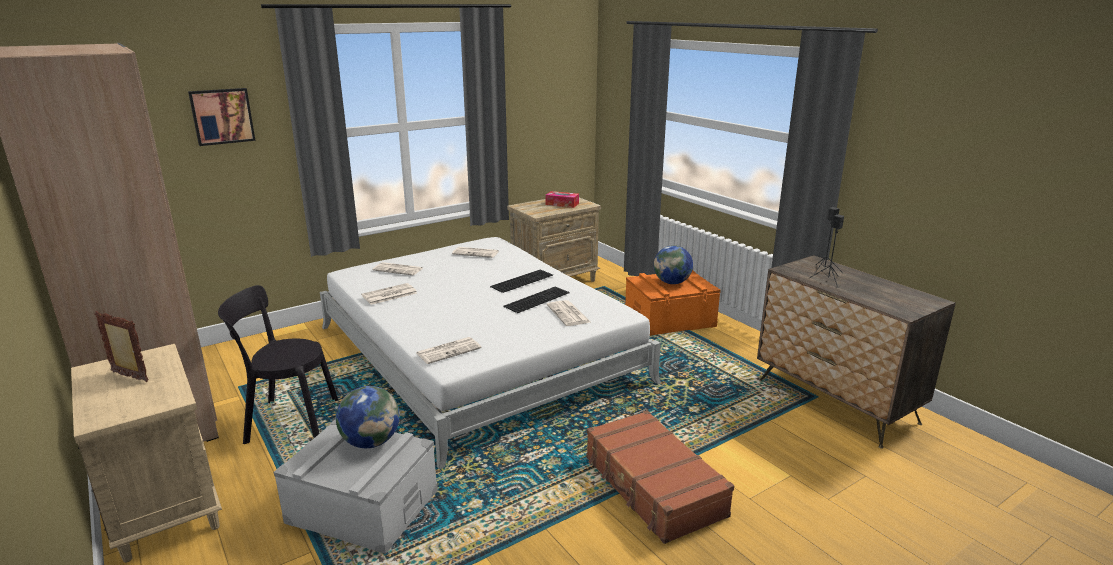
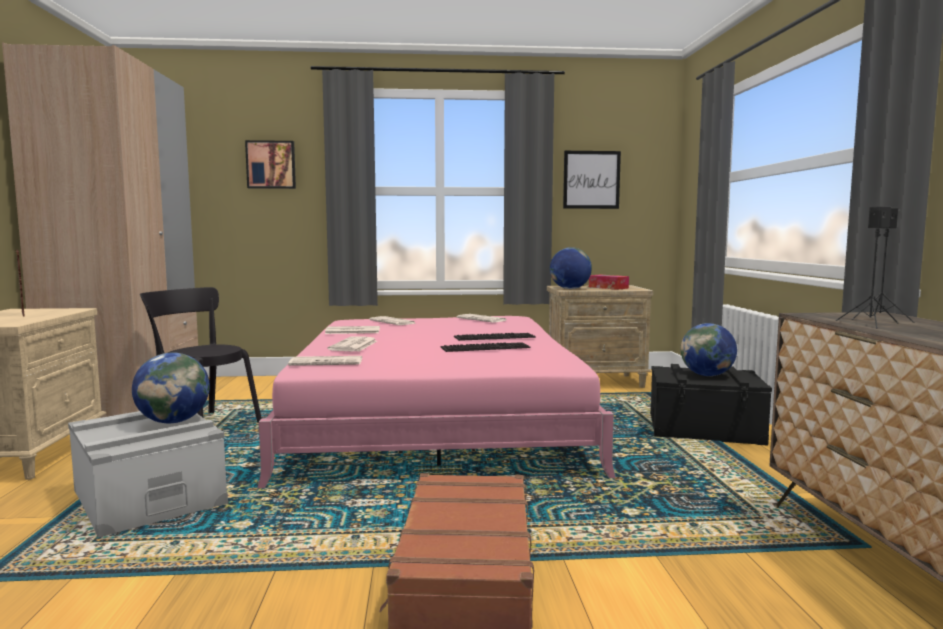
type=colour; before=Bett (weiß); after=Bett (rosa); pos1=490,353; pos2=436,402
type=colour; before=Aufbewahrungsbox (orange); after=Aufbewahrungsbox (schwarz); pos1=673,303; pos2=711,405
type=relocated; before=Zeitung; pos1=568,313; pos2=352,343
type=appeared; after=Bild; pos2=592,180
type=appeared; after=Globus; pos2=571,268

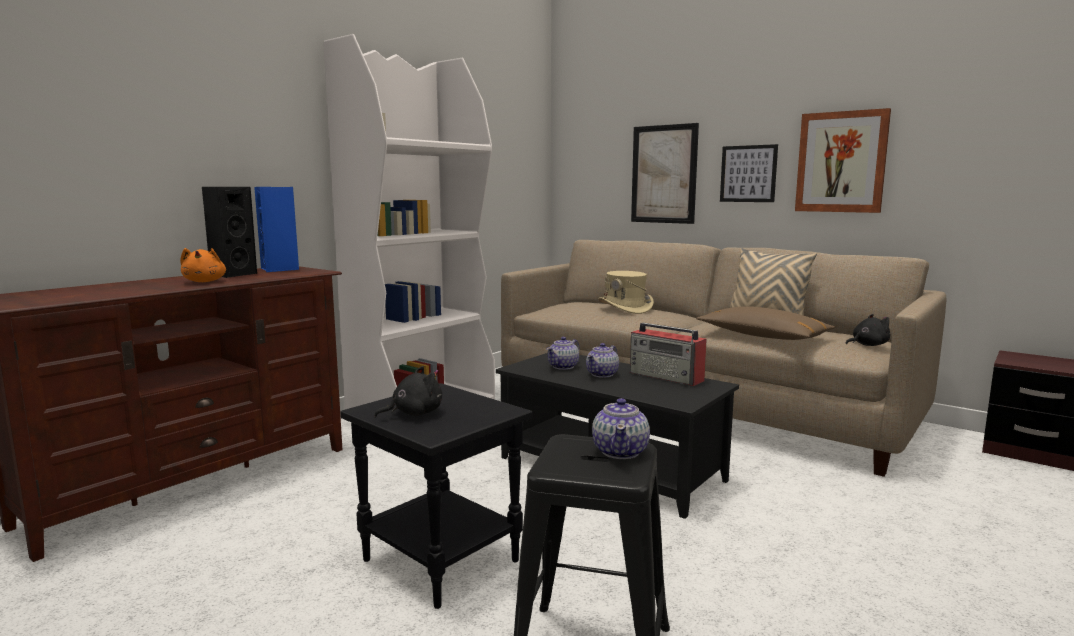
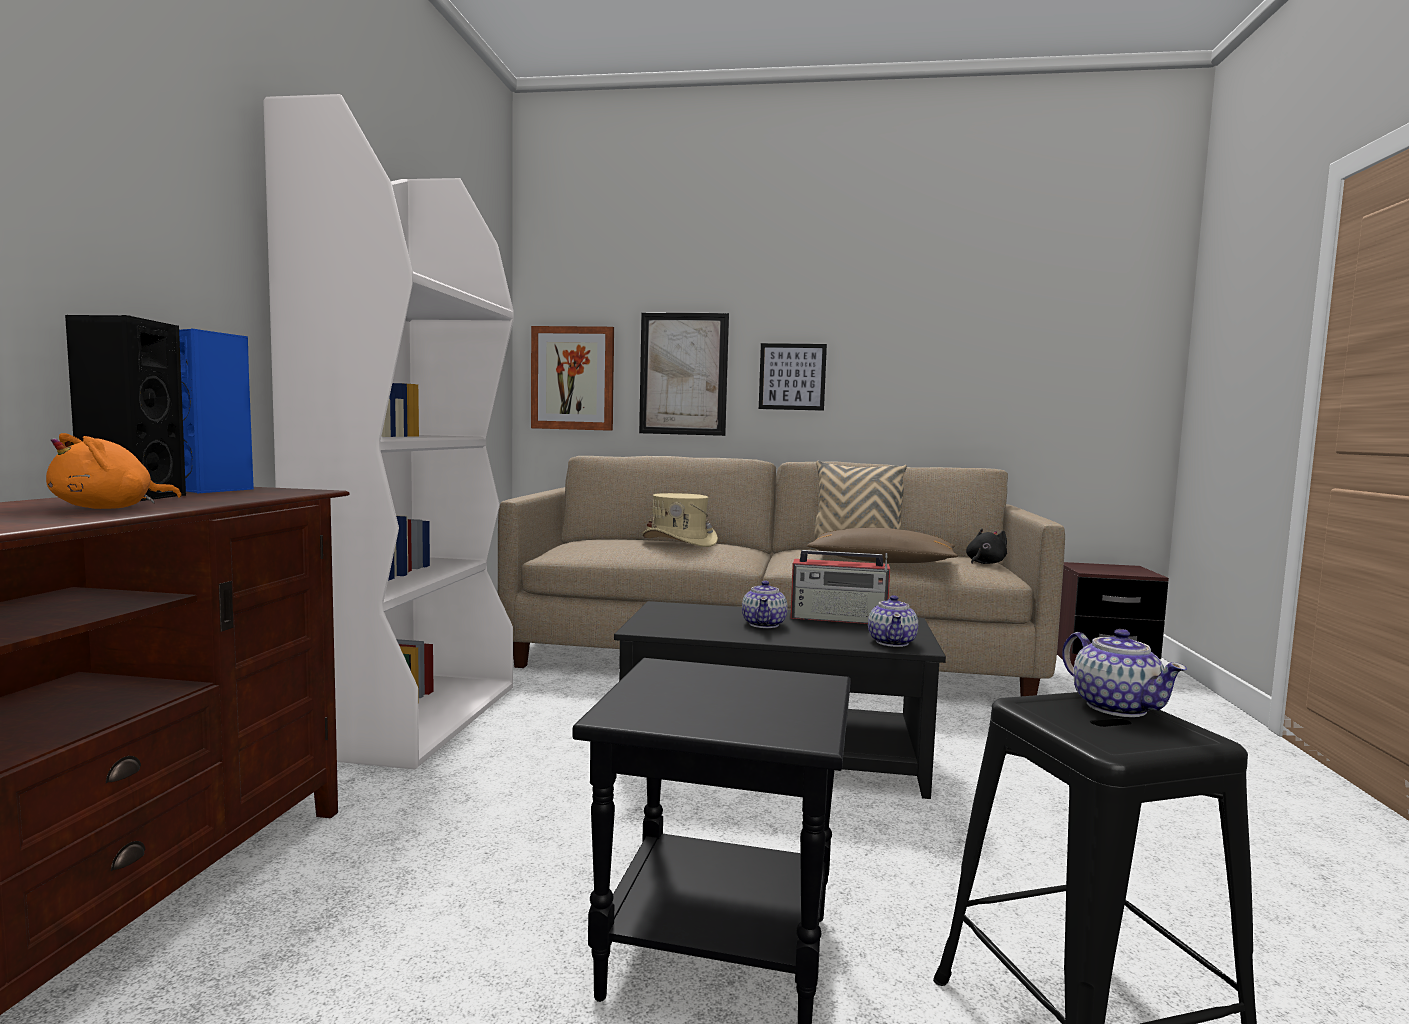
type=relocated; before=Bild; pos1=843,160; pos2=572,378
type=spun; before=Plüschtier (orange); pos1=203,265; pos2=113,471; turn=75
type=relocated; before=Teekanne; pos1=563,353; pos2=893,621
type=missing; before=Plüschtier (schwarz); pos1=408,392

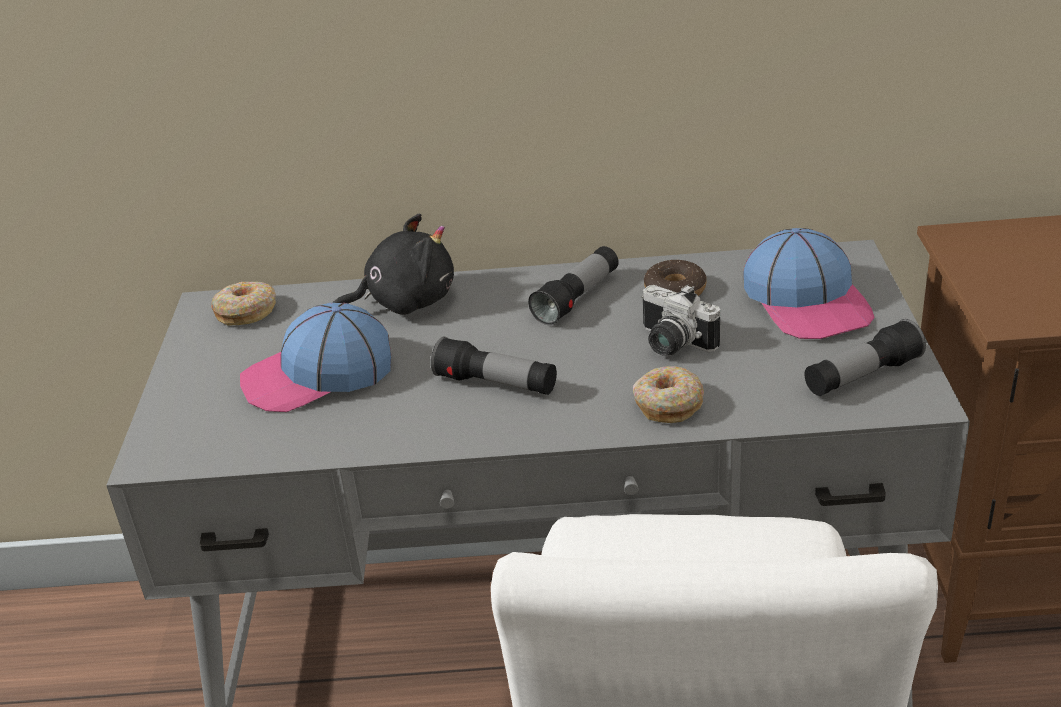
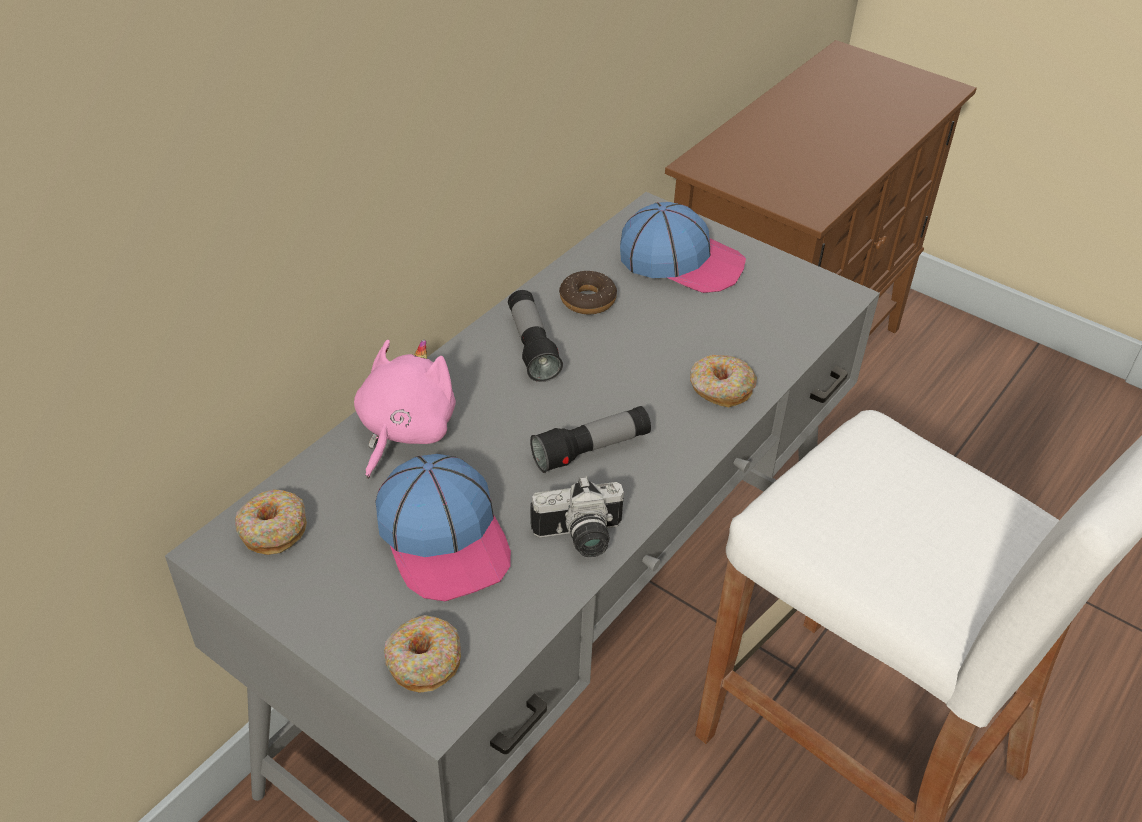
type=colour; before=Plüschtier (schwarz); after=Plüschtier (rosa); pos1=393,264; pos2=405,409
type=relocated; before=Kamera; pos1=680,320; pos2=577,516
type=spun; before=Kappe; pos1=315,357; pos2=443,528; turn=-45
type=missing; before=Taschenlampe; pos1=865,357
type=appeared; after=Donut; pos2=422,654

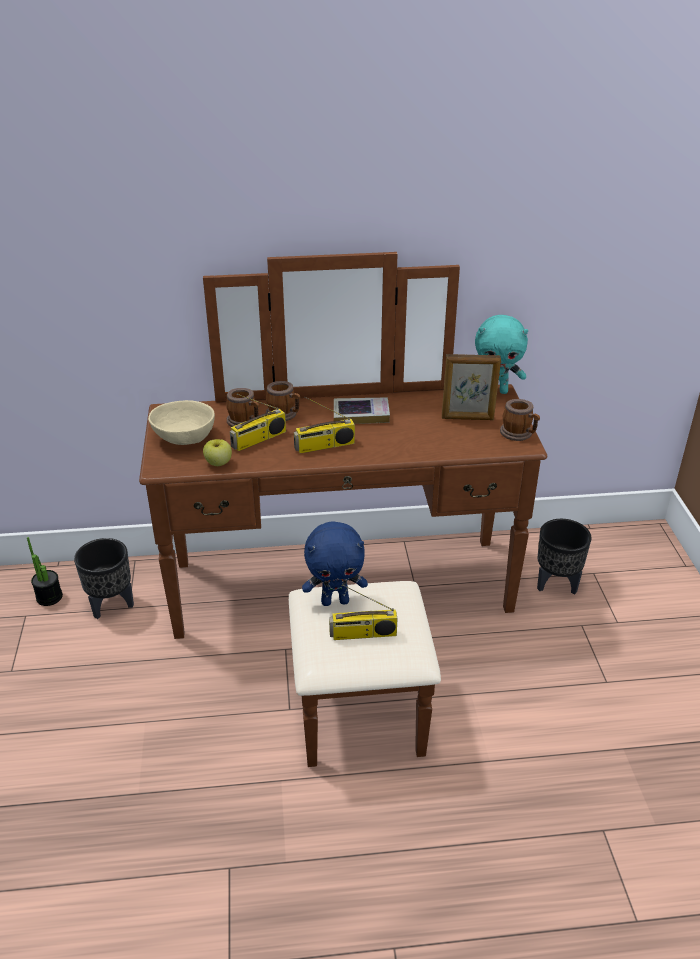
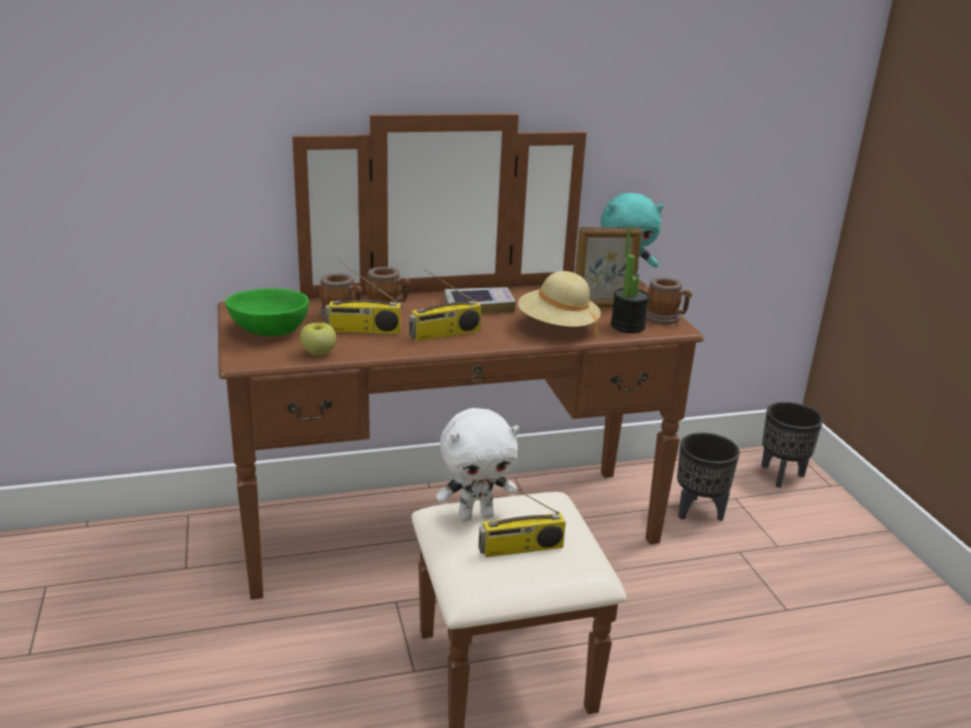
type=spun; before=Radio; pos1=258,422; pos2=363,297; turn=45
type=colour; before=Schüssel (beige); after=Schüssel (grün); pos1=181,422; pos2=267,312
type=colour; before=Plüschtier (blau); after=Plüschtier (weiß); pos1=335,563; pos2=477,464
type=relocated; before=Topfpflanze; pos1=45,571; pos2=630,280
type=relocated; before=Pflanzkübel (schwarz); pos1=104,578; pos2=792,445
type=appeared; after=Hut (beige); pos2=559,304

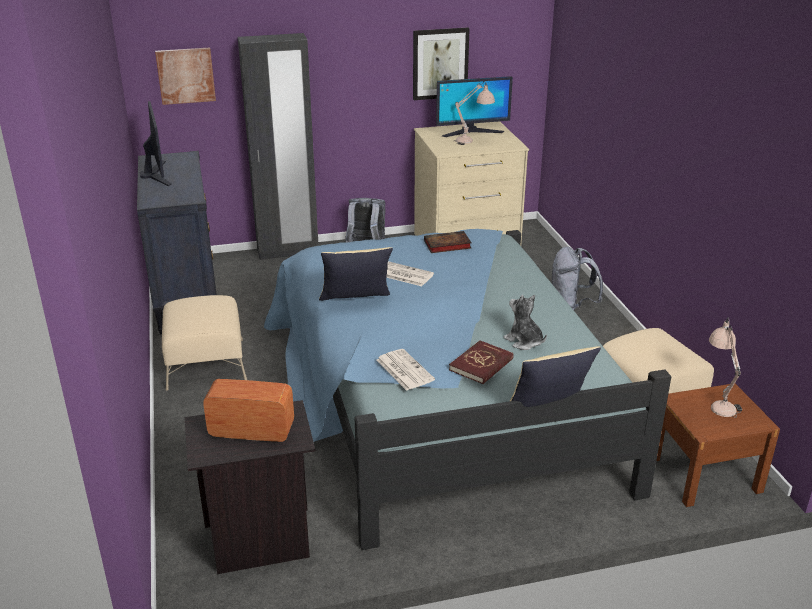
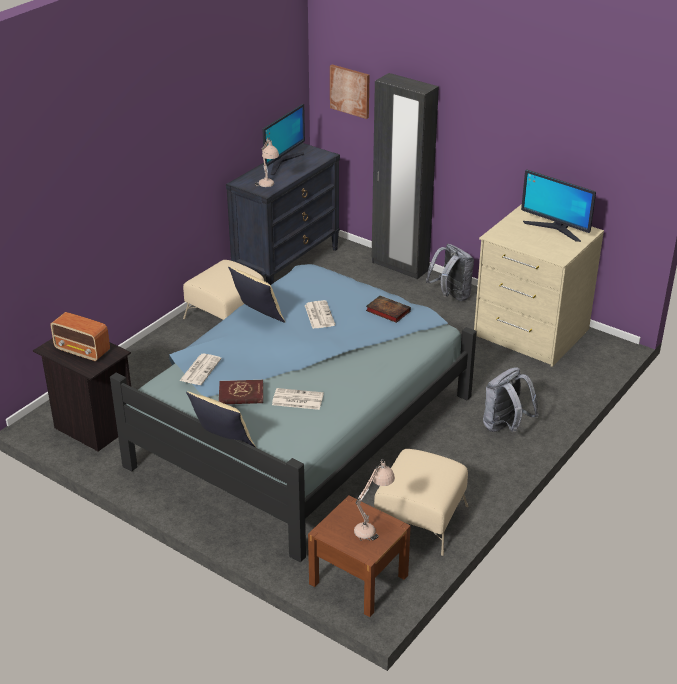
type=missing; before=Bild; pos1=441,63
type=relocated; before=Tischlampe (beige); pos1=474,113; pos2=267,162
type=exchanged; before=Plüschtier; after=Zeitung; pos1=525,322; pos2=298,399
type=spun; before=Radio; pos1=248,410; pos2=80,337; turn=150

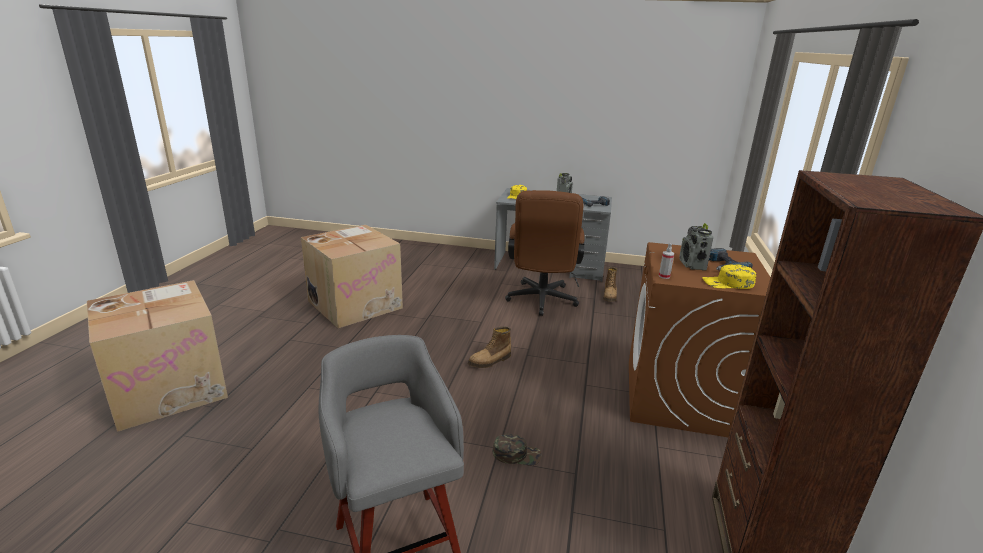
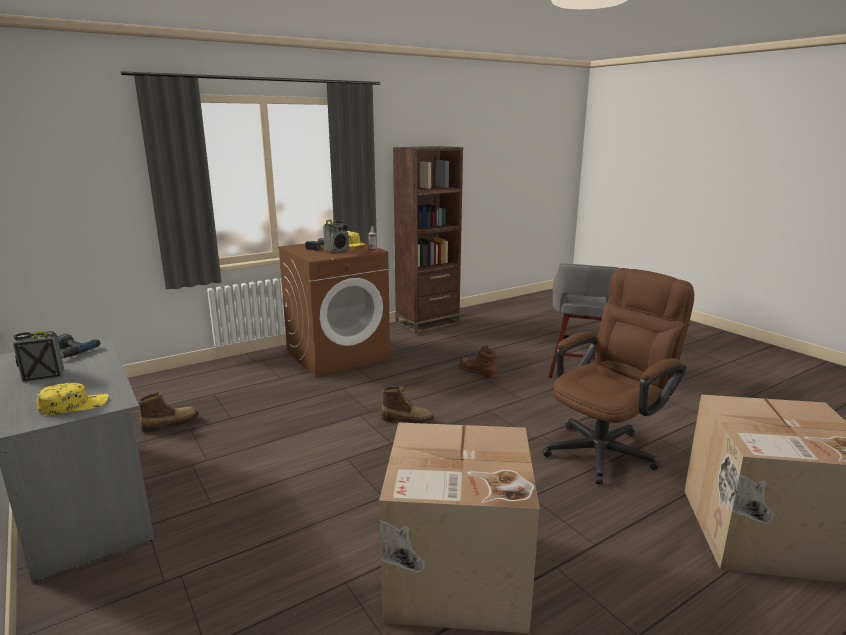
type=relocated; before=Bürostuhl (braun); pos1=545,253; pos2=618,376
type=exchanged; before=Kappe (grün); after=Stiefel (braun); pos1=517,449; pos2=479,362

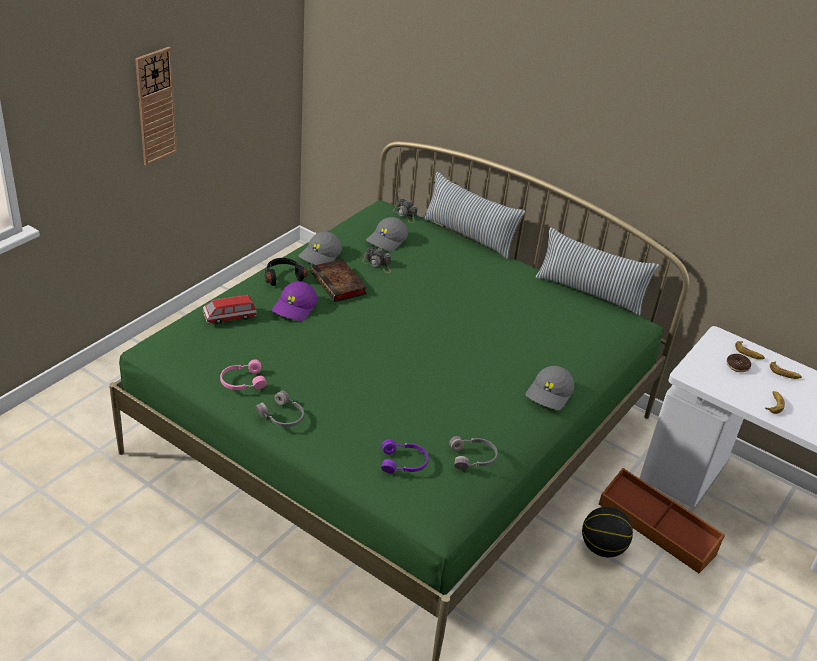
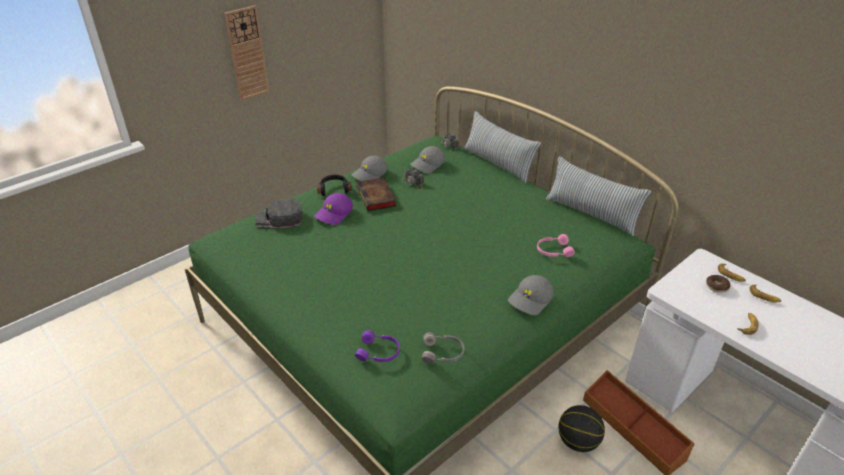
type=exchanged; before=Spielzeugauto; after=Kappe (schwarz); pos1=230,309; pos2=279,214
type=relocated; before=Kopfhörer (rosa); pos1=243,375; pos2=556,245
type=missing; before=Kopfhörer (grau); pos1=280,409

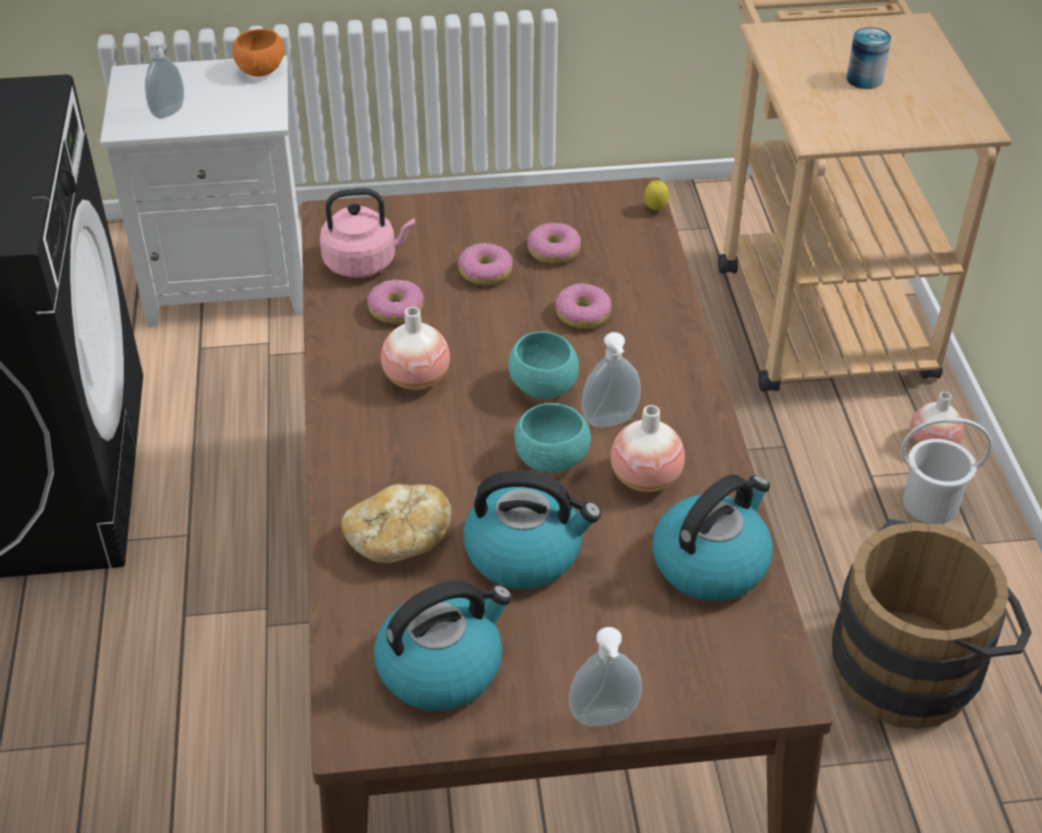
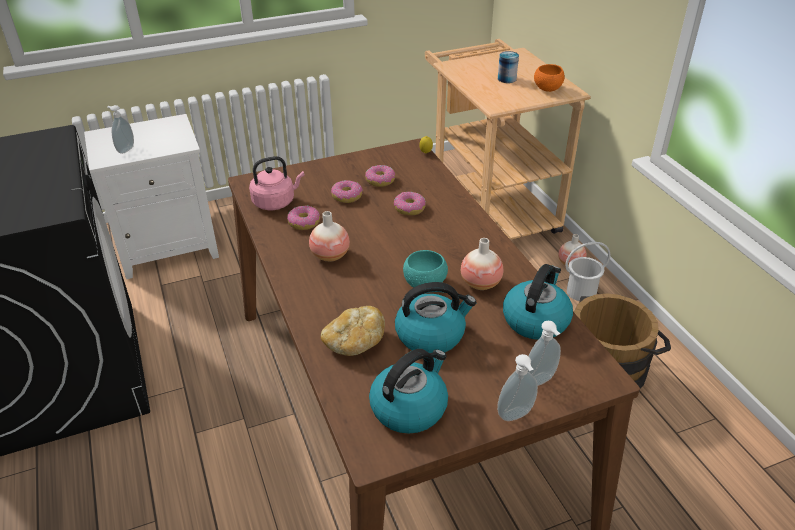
type=relocated; before=Schüssel (orange); pos1=258,53; pos2=549,78
type=missing; before=Schüssel (türkis); pos1=543,365
type=relocated; before=Seifenspender; pos1=611,379; pos2=544,353

